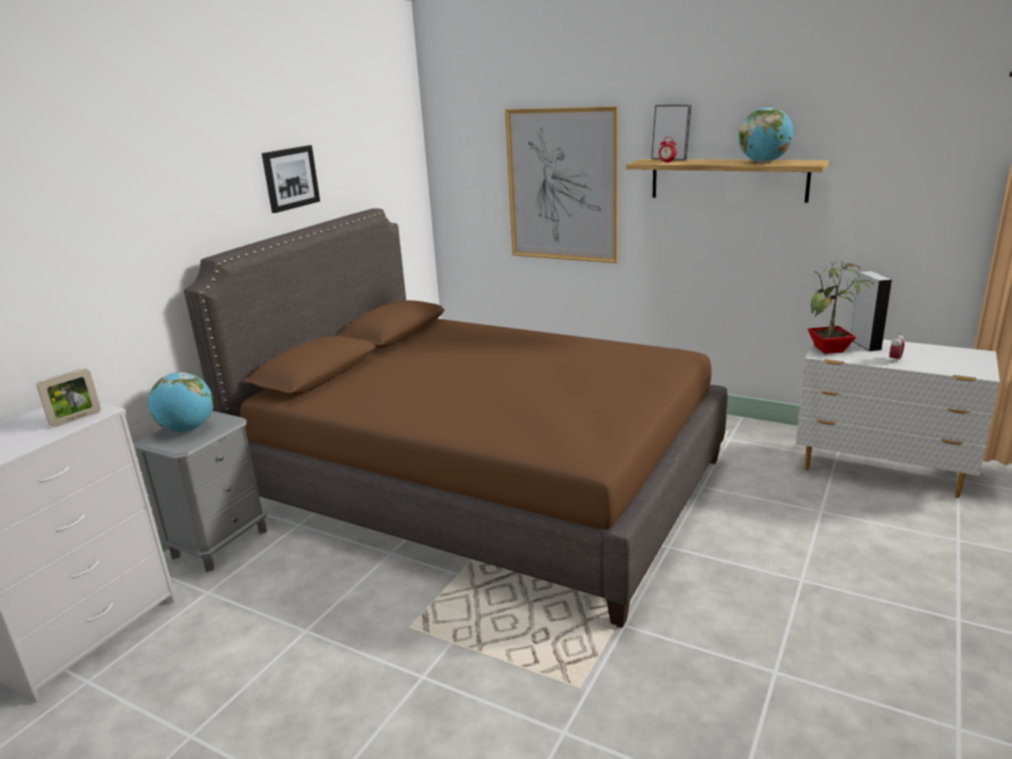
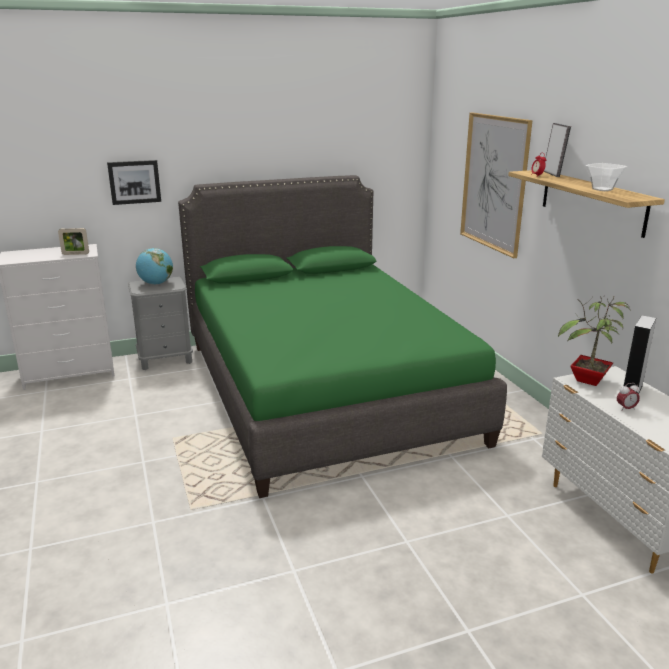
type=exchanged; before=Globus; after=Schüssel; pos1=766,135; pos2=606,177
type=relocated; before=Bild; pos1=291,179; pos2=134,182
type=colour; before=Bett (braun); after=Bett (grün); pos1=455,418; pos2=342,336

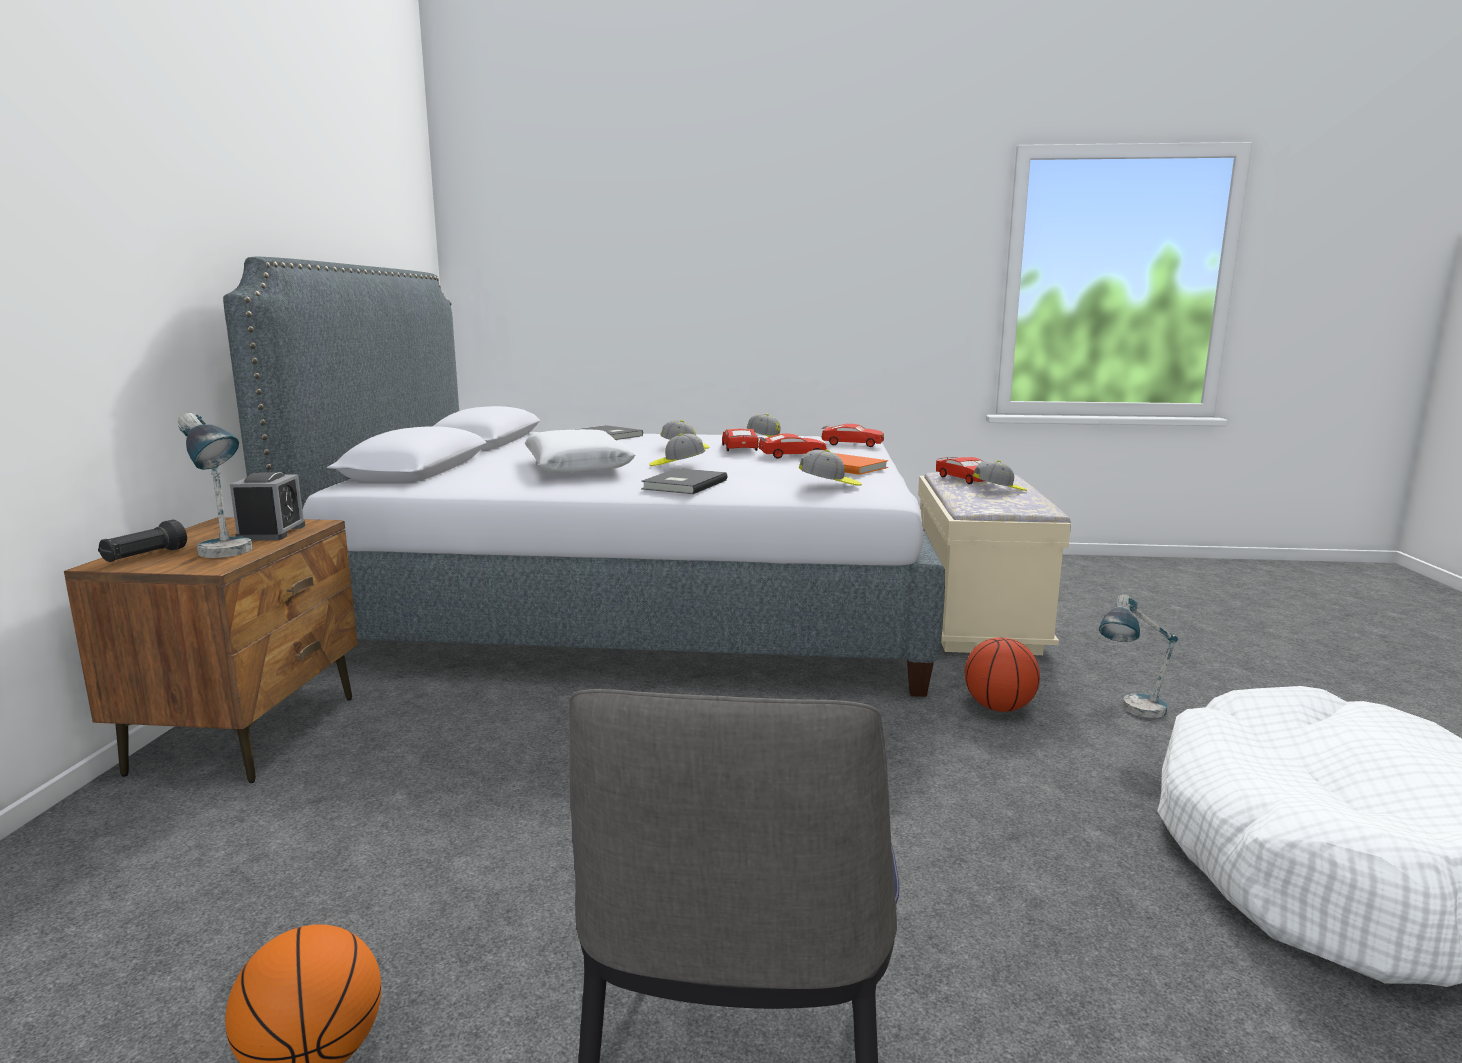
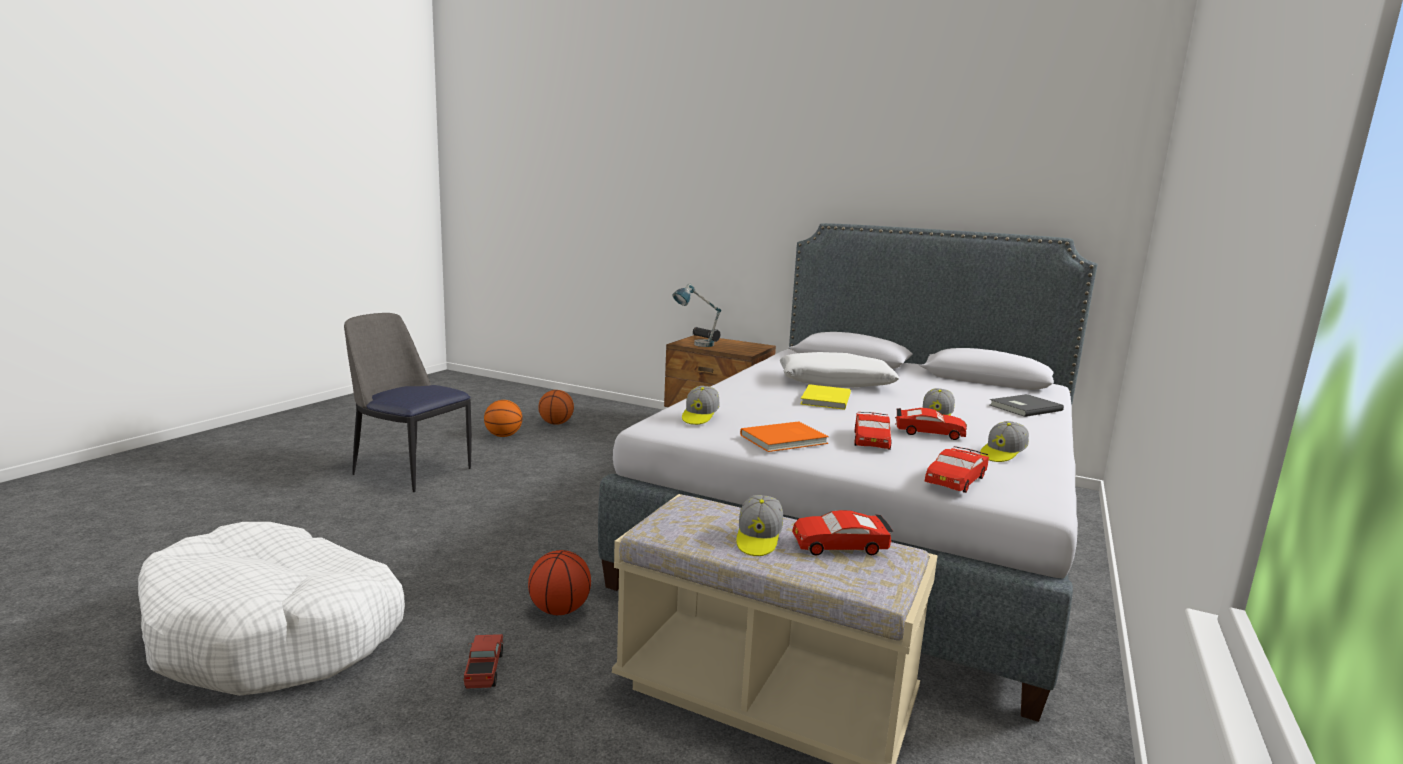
type=exchanged; before=Kappe; after=Buch (gelb); pos1=677,449; pos2=826,397
type=missing; before=Buch (grau); pos1=684,481
type=missing; before=Wecker; pos1=267,506
type=exchanged; before=Tischlampe; after=Spielzeuglaster; pos1=1138,656; pos2=484,661
type=appeared; after=Basketball; pos2=556,407

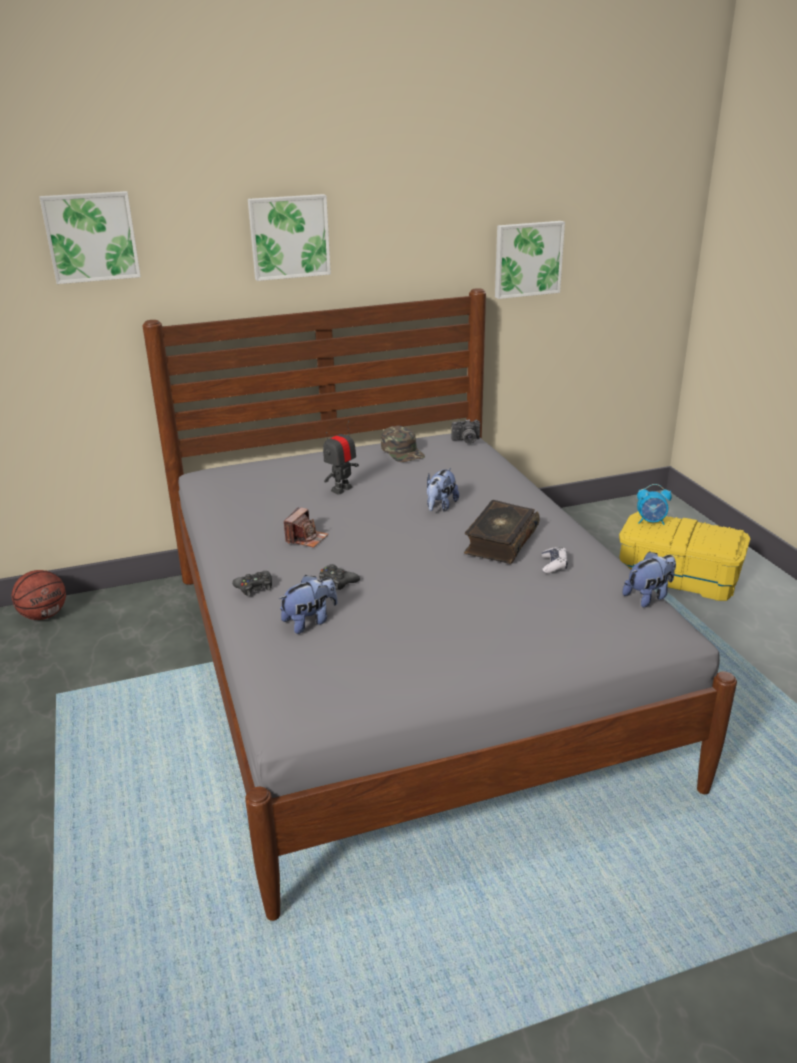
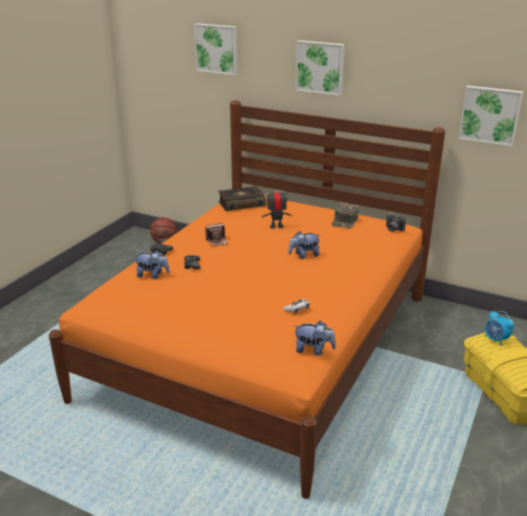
type=colour; before=Bett (grau); after=Bett (orange); pos1=440,604; pos2=247,299
type=relocated; before=Buch; pos1=502,532; pos2=242,198

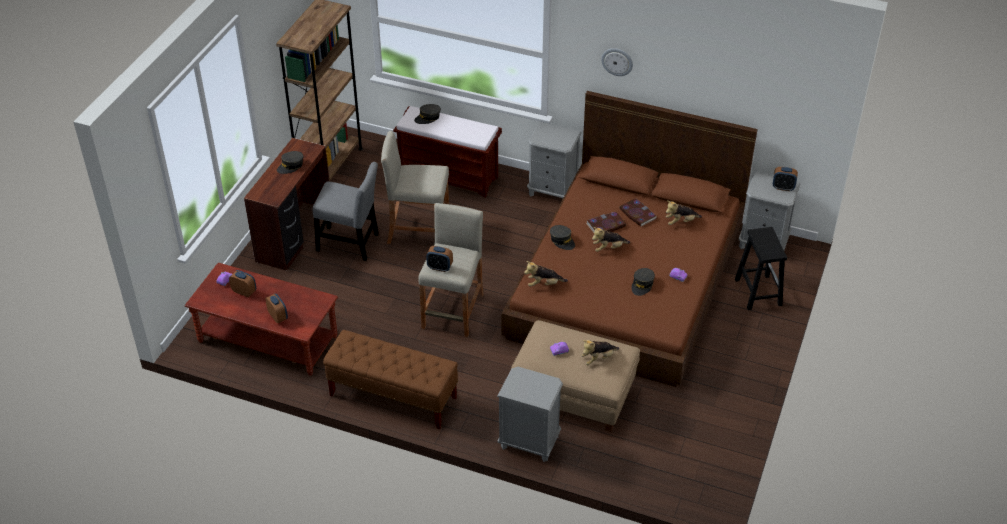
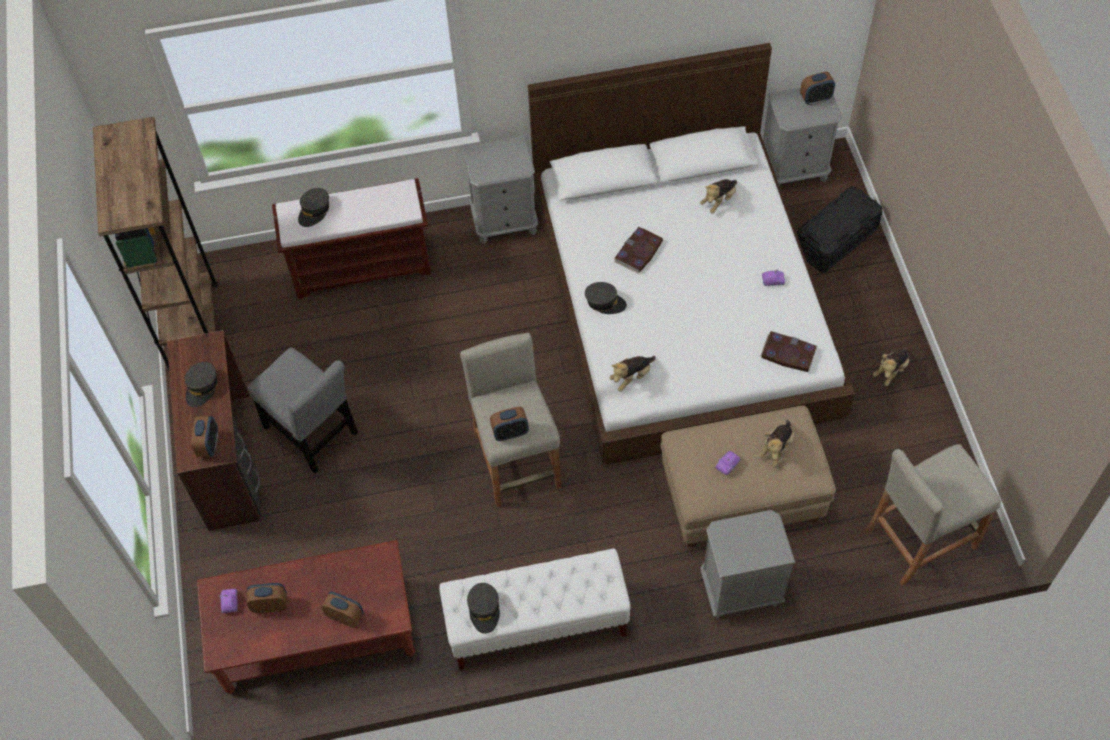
type=missing; before=Wanduhr; pos1=617,62
type=colour; before=Bett (braun); after=Bett (weiß); pos1=629,239; pos2=691,254
type=relocated; before=Hocker (beige); pos1=415,187; pos2=932,515
type=spun; before=Stuhl (grau); pos1=346,211; pos2=302,410; turn=60
type=relocated; before=Buch; pos1=638,212; pos2=788,351
type=relocated; before=Plüschtier; pos1=611,239; pos2=891,367
type=exchanged; before=Hocker (schwarz); after=Aufbewahrungsbox (schwarz); pos1=761,268; pos2=839,229
type=relocated; before=Kappe (grau); pos1=643,282; pos2=483,608
type=colour; before=Bank (braun); after=Bank (weiß); pos1=390,379; pos2=535,609
type=appeared; after=Wecker; pos2=204,436

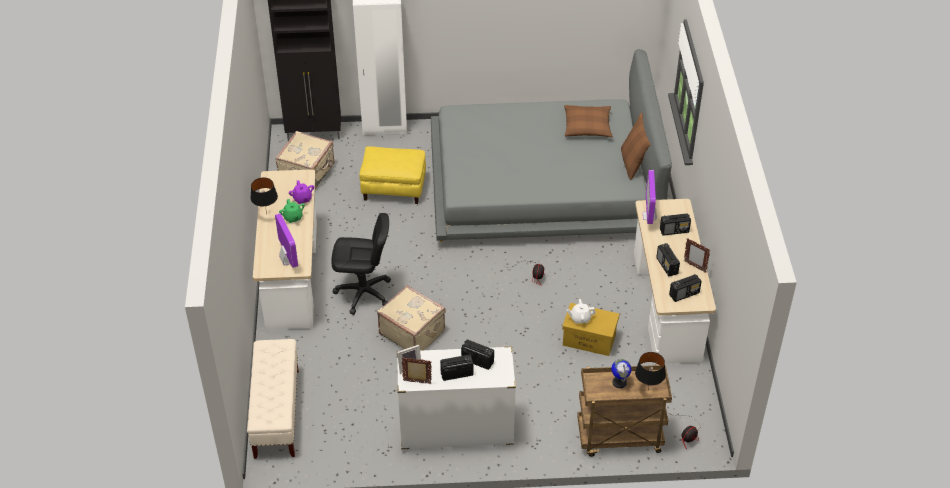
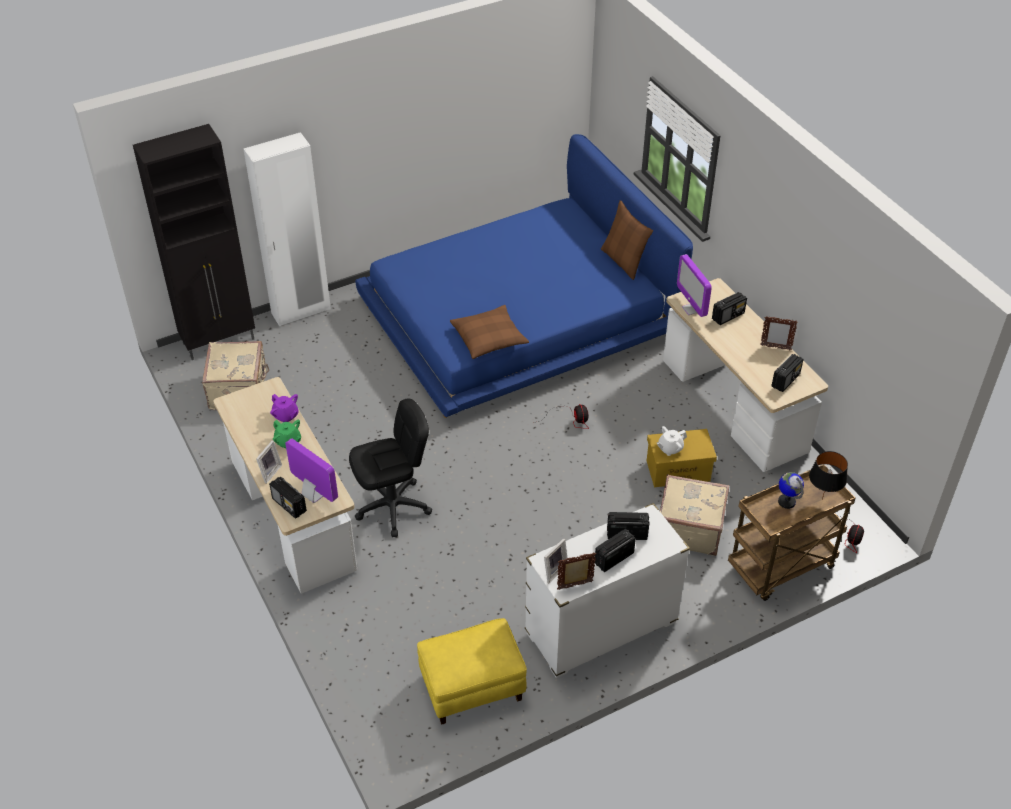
type=colour; before=Bett (grau); after=Bett (blau); pos1=551,145; pos2=524,276
type=relocated; before=Kissen (braun); pos1=588,121; pos2=489,332
type=relocated; before=Polsterhocker (gelb); pos1=392,175; pos2=472,671
type=missing; before=Tischlampe (schwarz); pos1=264,195
type=relocated; before=Radio; pos1=668,260; pos2=288,498
type=relocated; before=Koffer (beige); pos1=411,318; pos2=694,515
type=missing; before=Bank (beige); pos1=273,399
type=appeared; after=Bilderrahmen; pos2=269,462

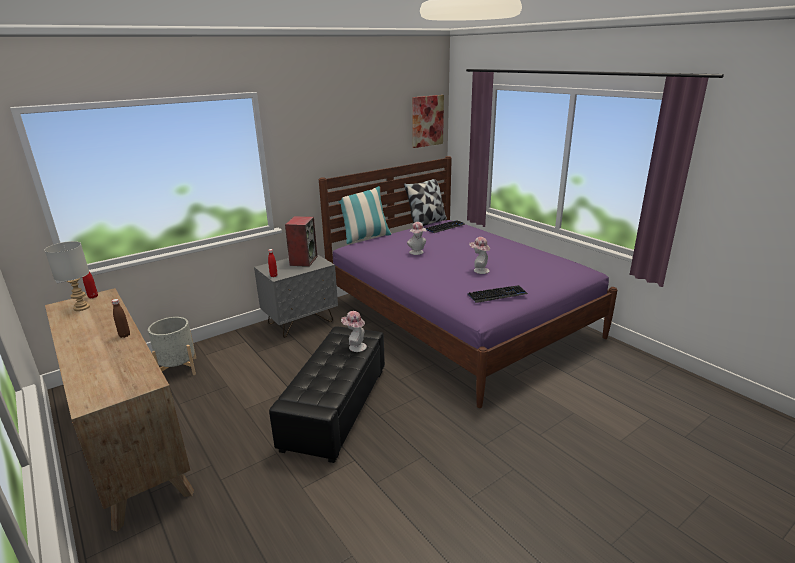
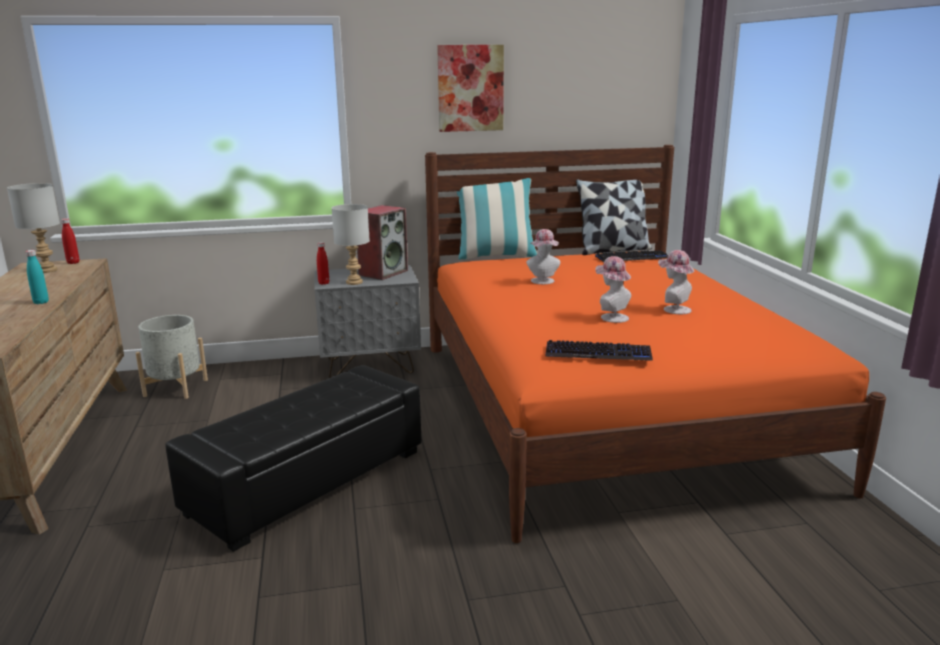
type=relocated; before=Bild; pos1=428,121; pos2=470,88
type=colour; before=Bett (lila); after=Bett (orange); pos1=468,282; pos2=655,344
type=colour; before=Flasche (braun); after=Flasche (türkis); pos1=121,318; pos2=37,277
type=relocated; before=Hut; pos1=354,331; pos2=676,282
type=appeared; after=Tischlampe (grau); pos2=351,244

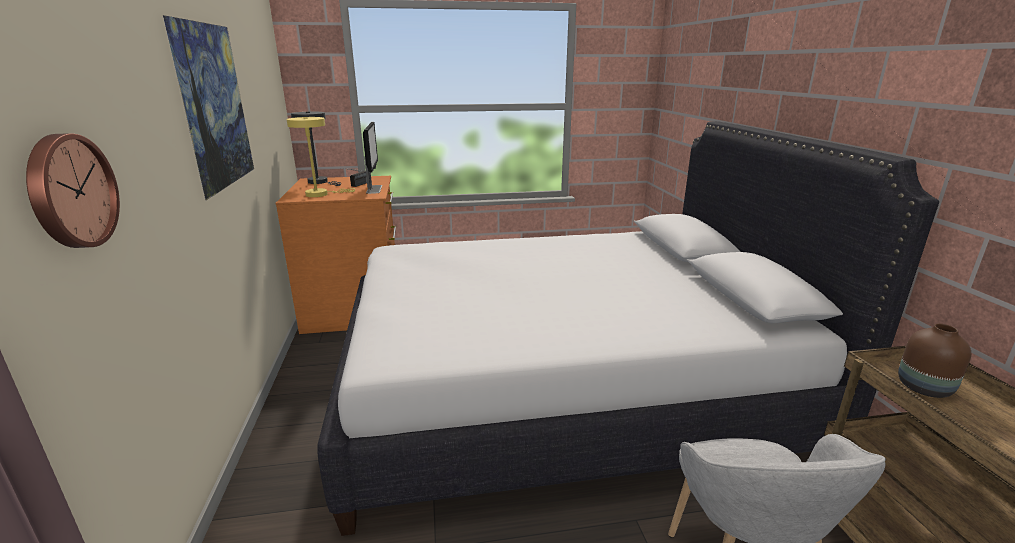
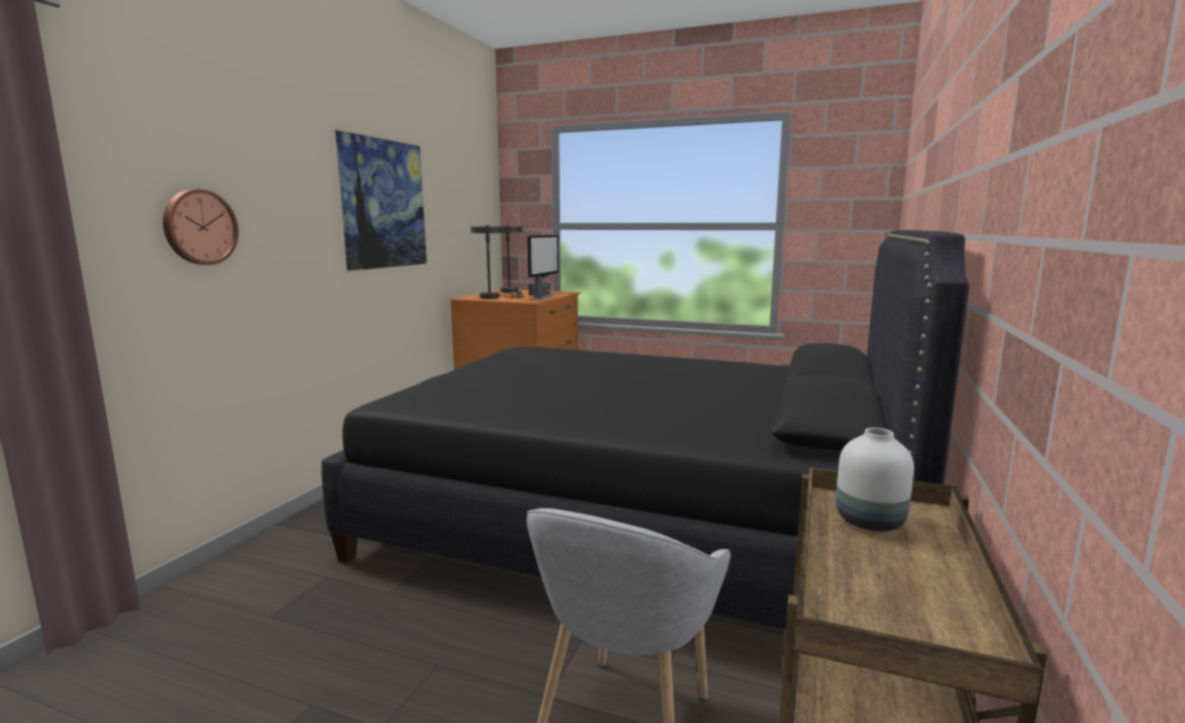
type=colour; before=Tischlampe (gelb); after=Tischlampe (grau); pos1=321,157; pos2=497,261
type=colour; before=Bett (weiß); after=Bett (schwarz); pos1=628,328; pos2=645,429
type=colour; before=Vase (braun); after=Vase (weiß); pos1=934,361; pos2=875,480

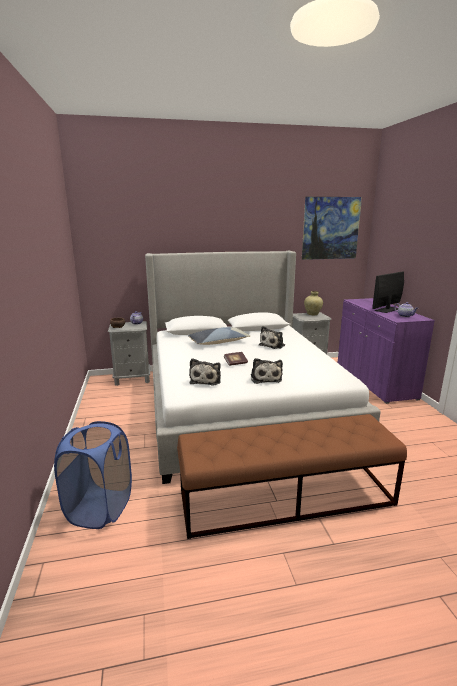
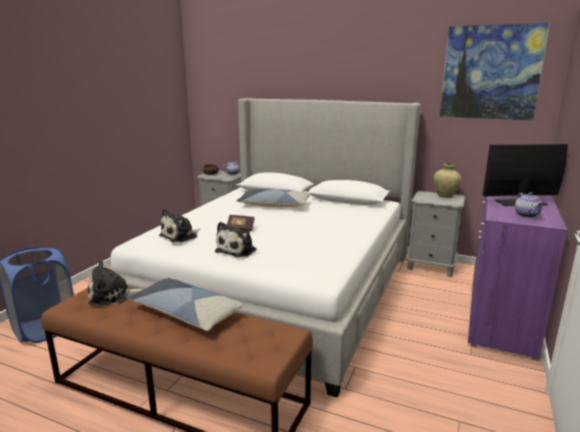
type=relocated; before=Plüschtier; pos1=272,337; pos2=116,283
type=appeared; after=Kissen; pos2=186,304

